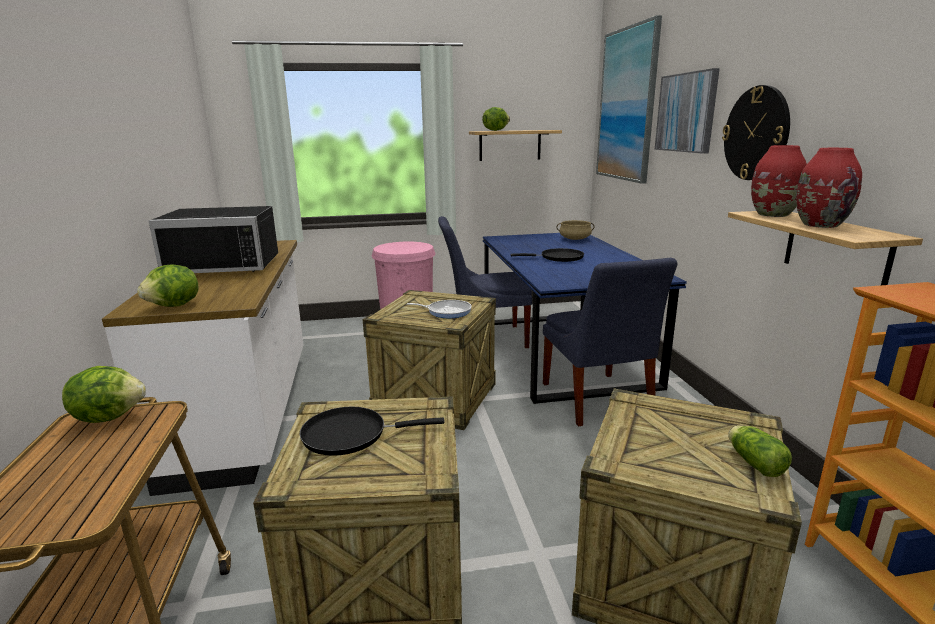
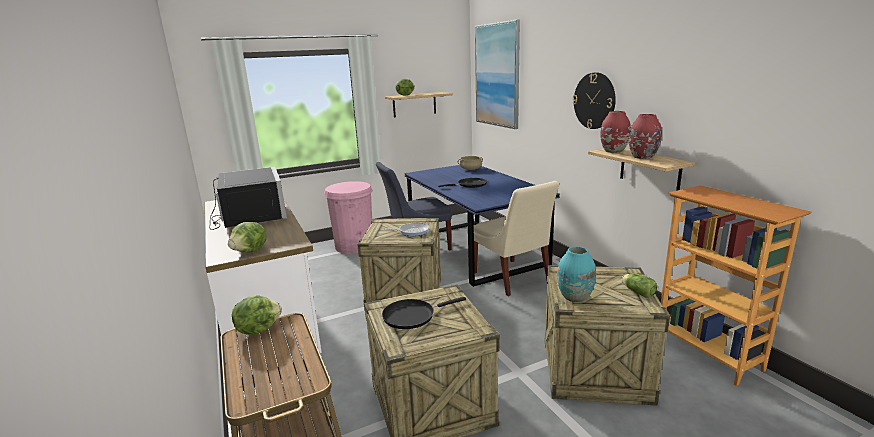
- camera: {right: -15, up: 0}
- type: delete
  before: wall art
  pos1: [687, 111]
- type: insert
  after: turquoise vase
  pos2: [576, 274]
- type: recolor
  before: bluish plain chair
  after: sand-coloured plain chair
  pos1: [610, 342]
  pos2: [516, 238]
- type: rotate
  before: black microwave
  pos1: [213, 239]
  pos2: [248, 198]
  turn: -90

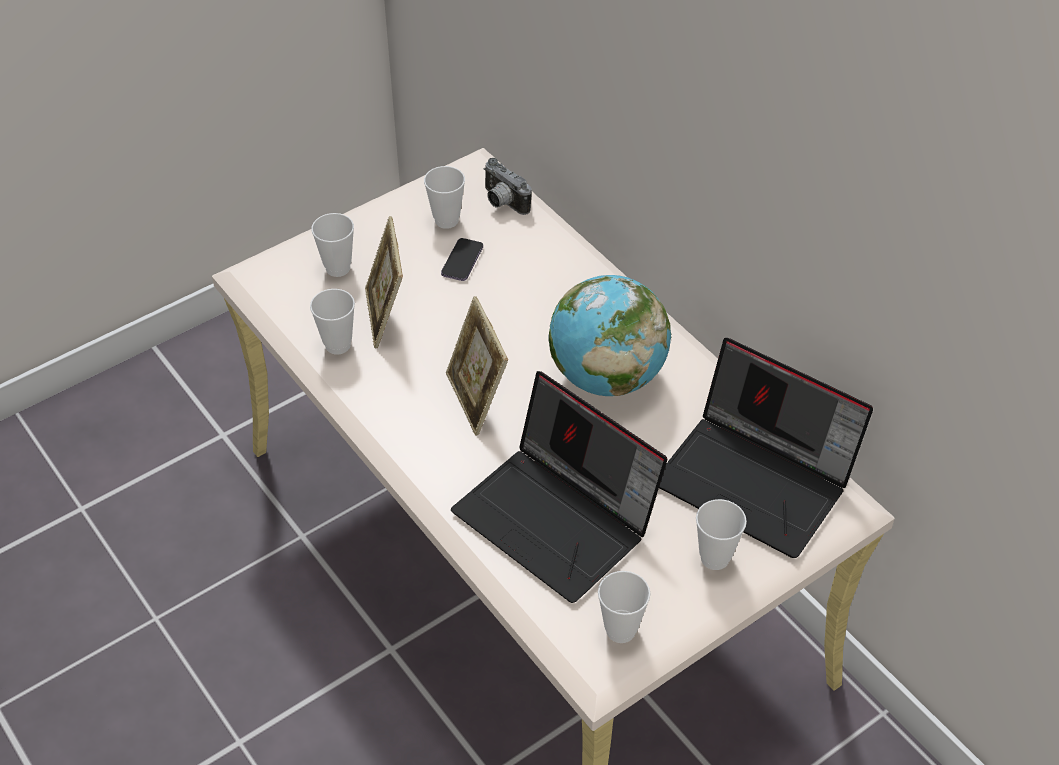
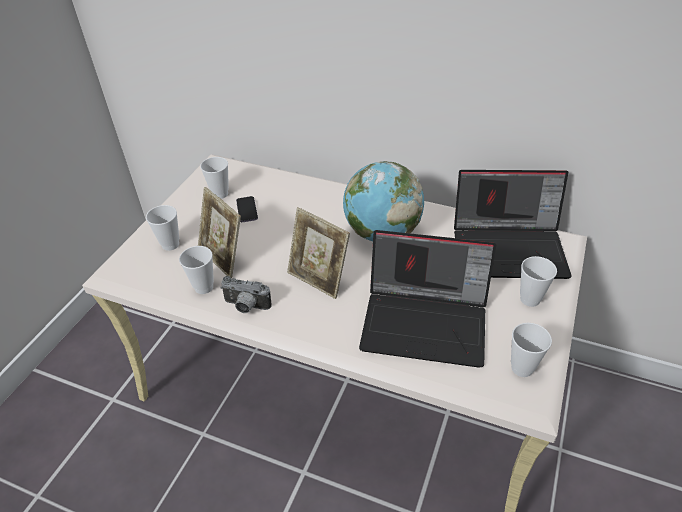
- camera: {right: -30, up: -5}
- type: move
  before: photo camera
  pos1: [508, 186]
  pos2: [246, 294]

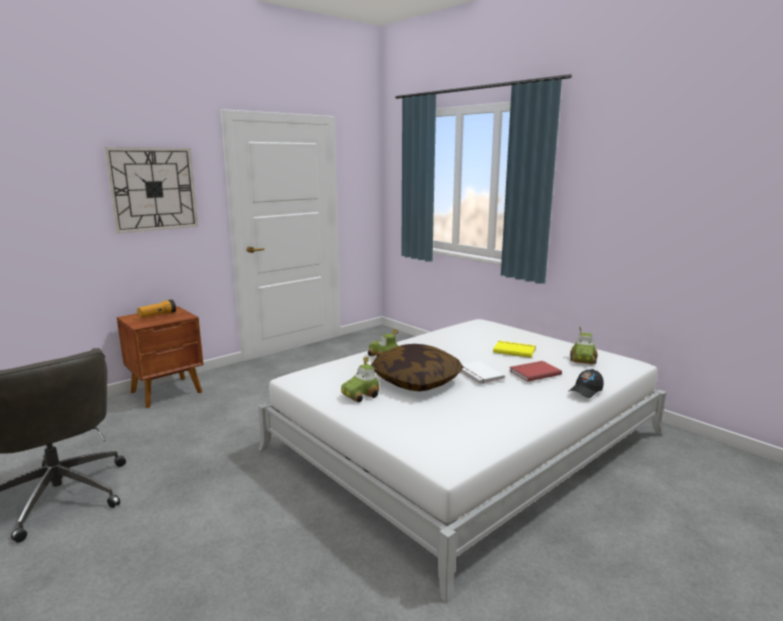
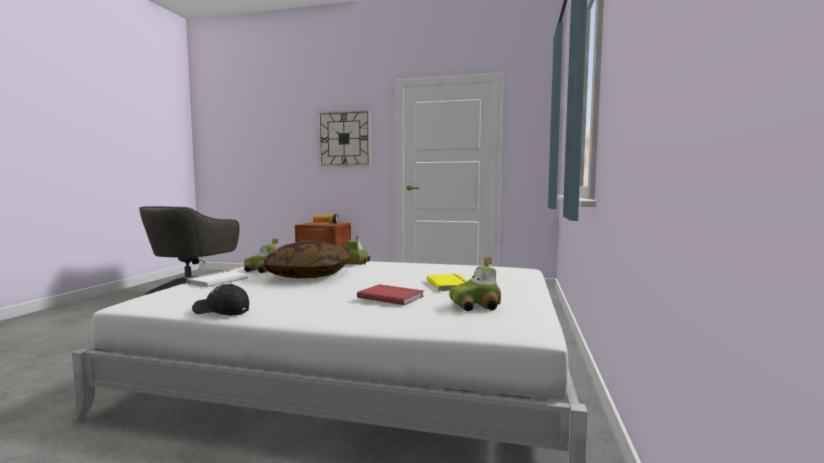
- camera: {right: 55, up: -10}
- type: move
  before: whitish volume
  pos1: [482, 373]
  pos2: [217, 279]
- type: move
  before: black cap
  pos1: [586, 383]
  pos2: [220, 300]

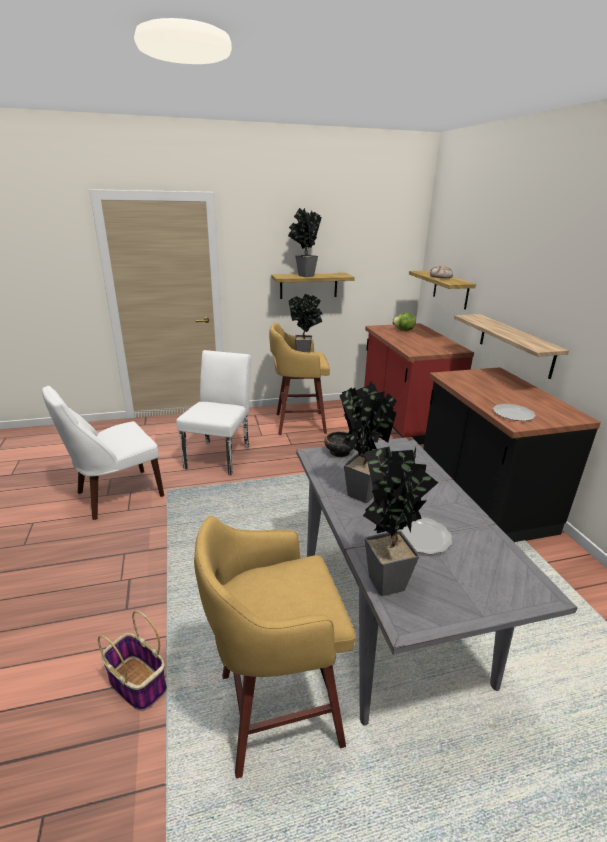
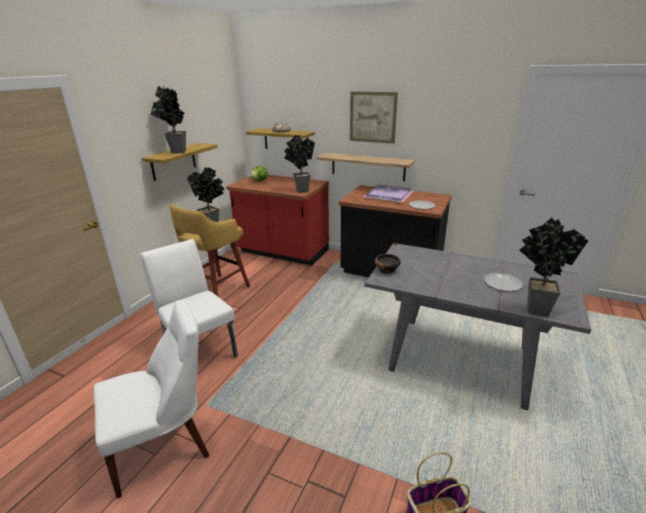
- camera: {right: -50, up: 0}
- type: delete
  before: yellow-coloured sitting stool
  pos1: [275, 647]
- type: insert
  after: wall art
  pos2: [374, 117]
- type: insert
  after: purplish carrying tray
  pos2: [388, 194]
- type: move
  before: potted plant
  pos1: [368, 442]
  pos2: [299, 164]
- type: rotate
  before: whitish plain chair
  pos1: [103, 453]
  pos2: [151, 399]
  turn: -120

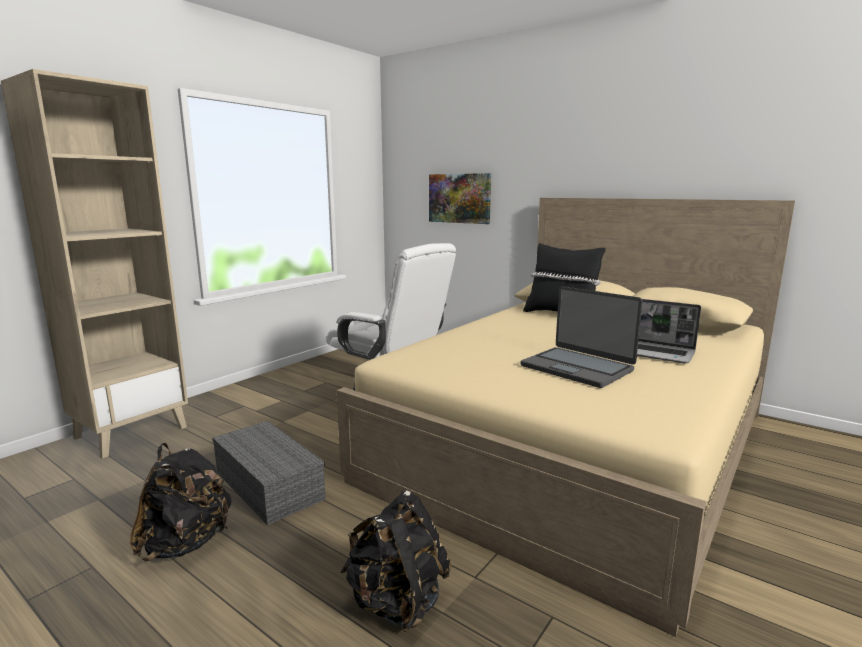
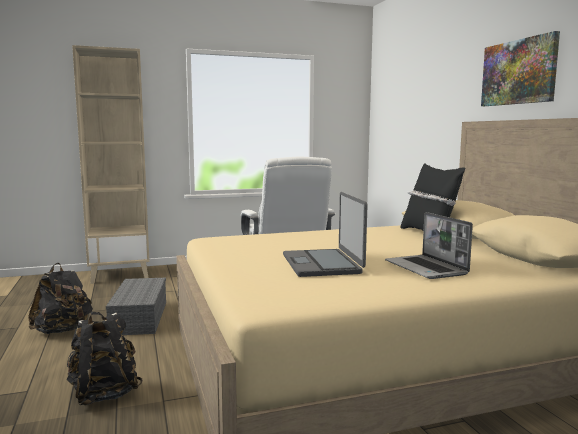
- camera: {right: 35, up: -5}
- type: move
  before: wall art
  pos1: [460, 198]
  pos2: [520, 68]

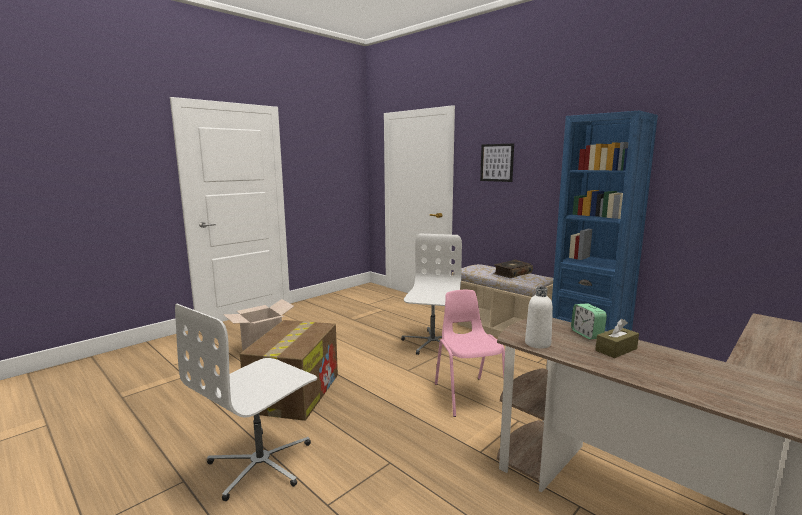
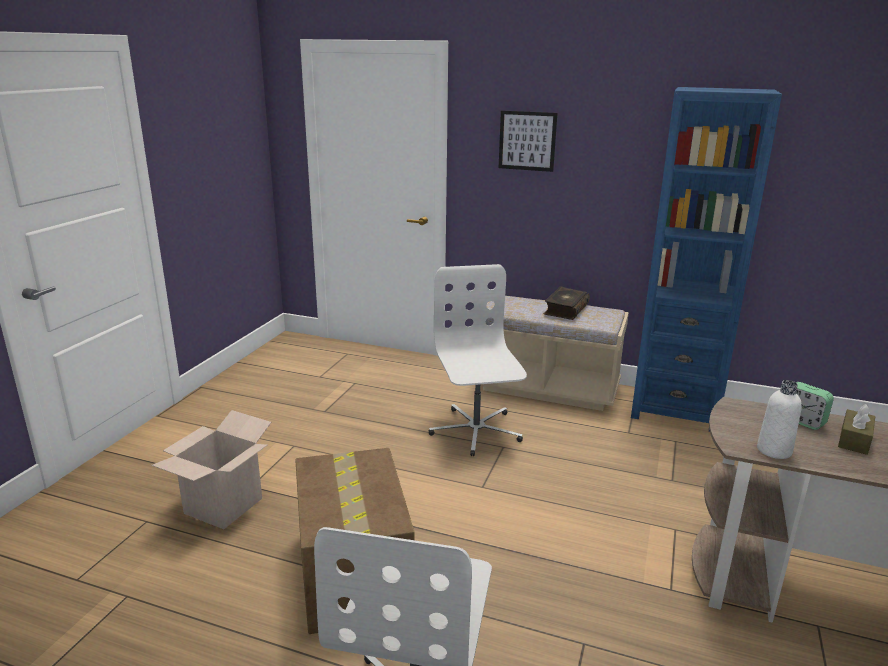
- camera: {right: -25, up: 10}
- type: delete
  before: pink plain chair
  pos1: [470, 353]

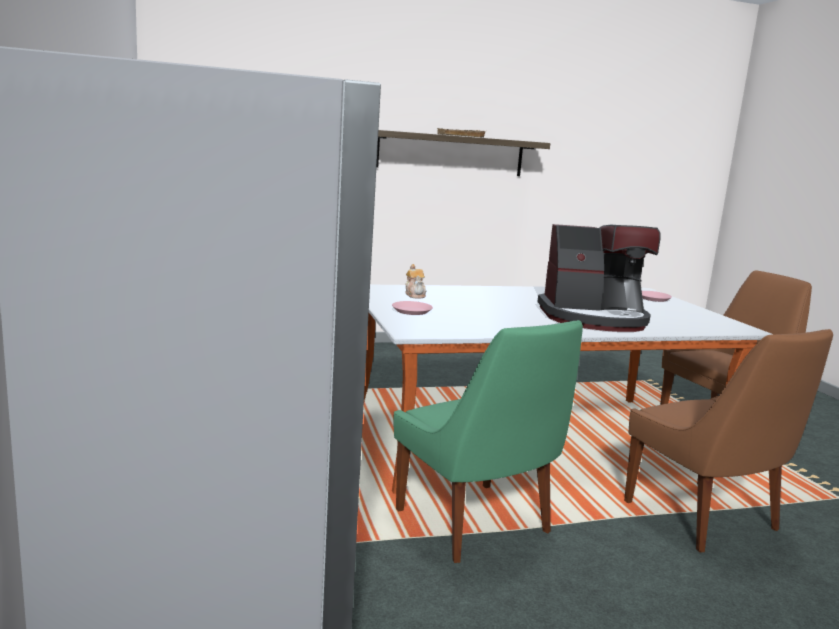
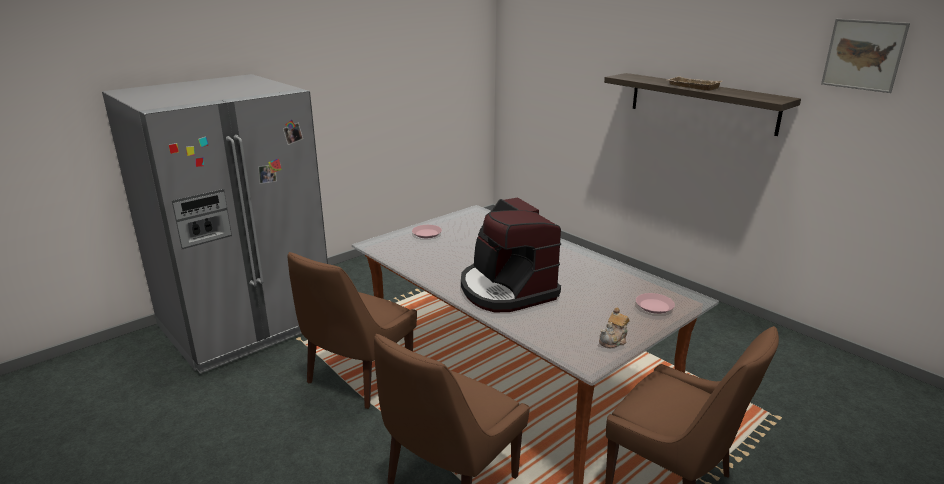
- camera: {right: 65, up: 10}
- type: insert
  after: wall art
  pos2: [865, 56]
- type: move
  before: pot for tea
  pos1: [416, 281]
  pos2: [614, 327]
- type: recolor
  before: green-coloured plain chair
  after: brownish plain chair
  pos1: [488, 441]
  pos2: [352, 330]

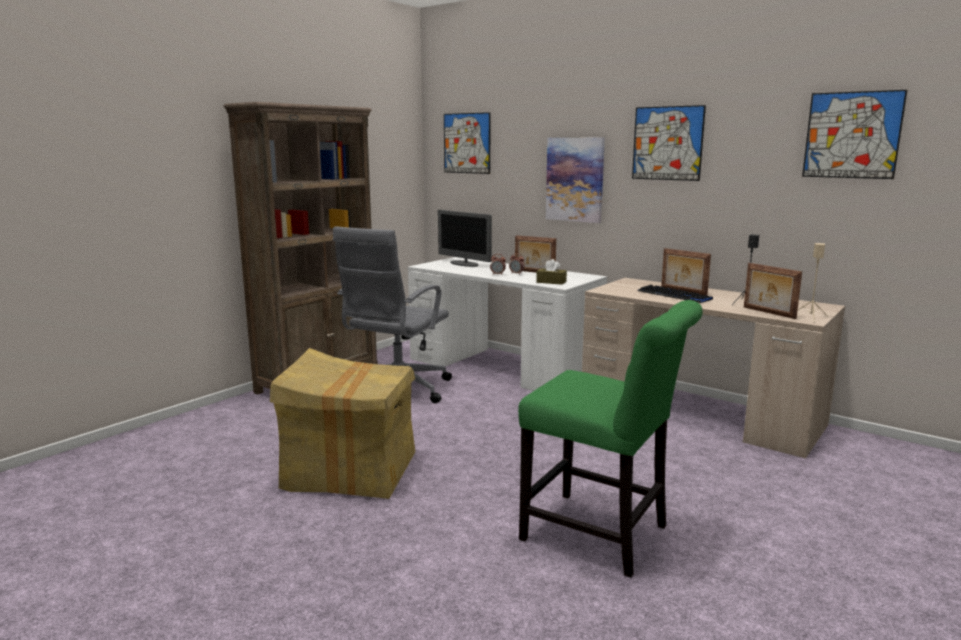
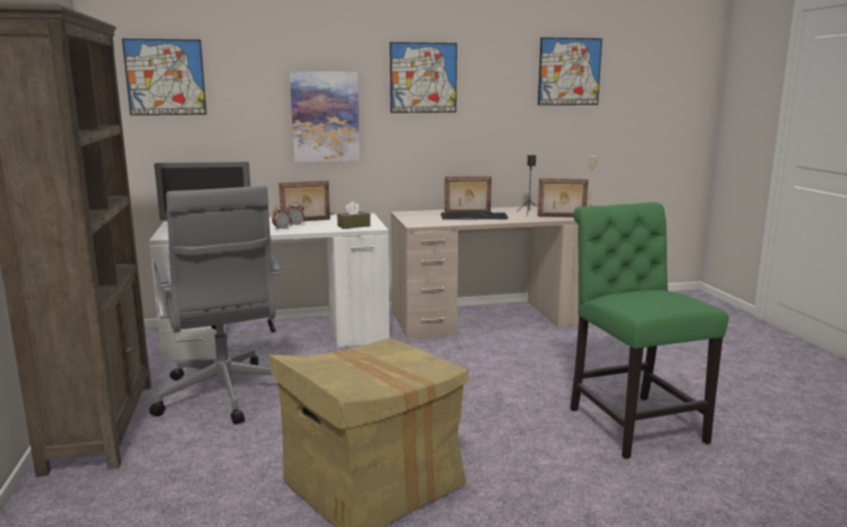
- camera: {right: -50, up: 0}
- type: rotate
  before: green-coloured plain chair
  pos1: [610, 438]
  pos2: [649, 330]
  turn: -90

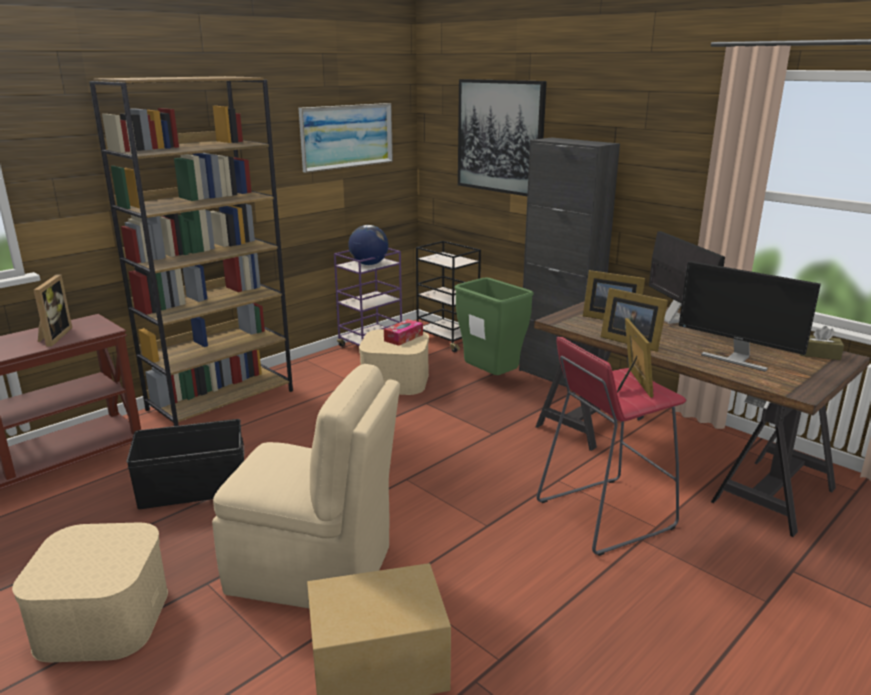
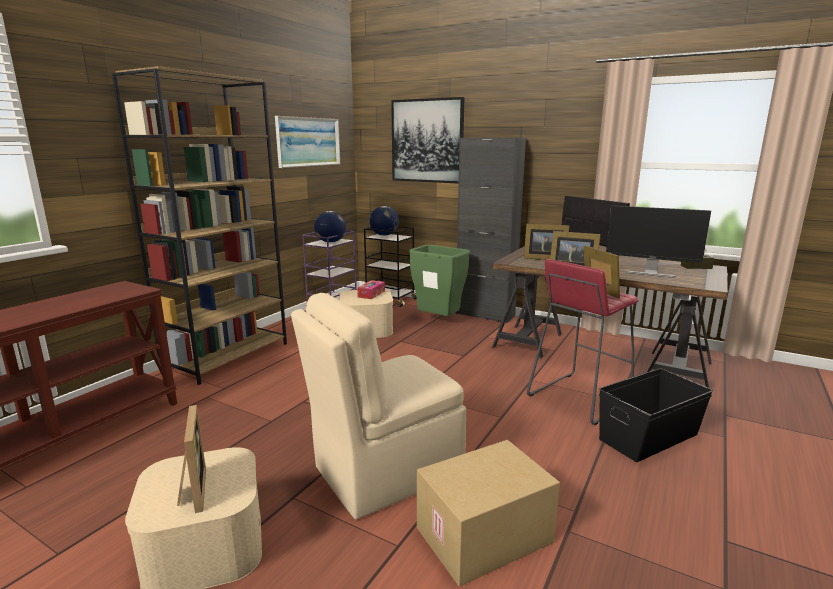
- camera: {right: -15, up: -5}
- type: insert
  after: desk globe
  pos2: [384, 221]
- type: move
  before: standing frame
  pos1: [53, 311]
  pos2: [191, 459]
- type: move
  before: black storage box
  pos1: [185, 464]
  pos2: [656, 415]
- type: rotate
  before: sand-coloured plain chair
  pos1: [306, 486]
  pos2: [378, 406]
  turn: 150

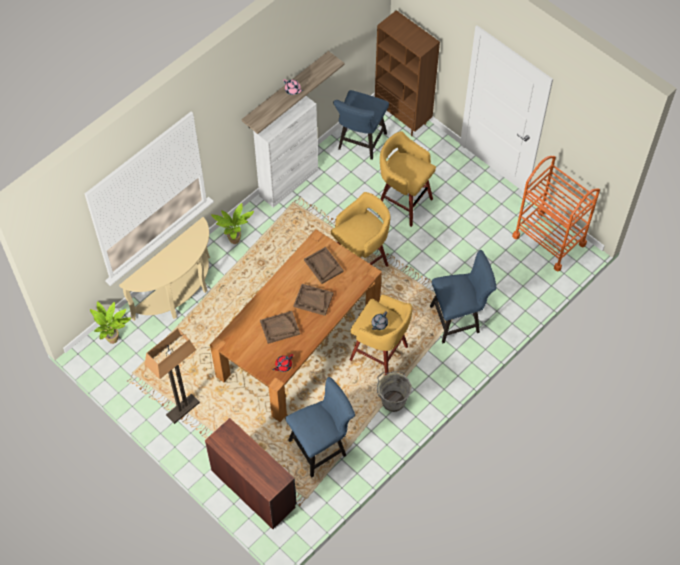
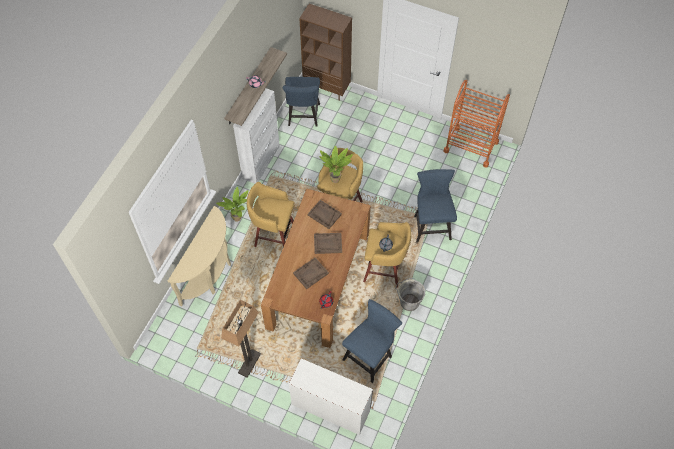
- camera: {right: -20, up: 0}
- type: move
  before: potted plant
  pos1: [110, 322]
  pos2: [336, 164]
- type: move
  before: yellow-coloured sitting stool
  pos1: [408, 179]
  pos2: [270, 214]
- type: recolor
  before: brownish desk unit
  after: whitish desk unit
  pos1: [251, 473]
  pos2: [331, 396]
- type: rotate
  before: bluish plain chair
  pos1: [463, 296]
  pos2: [435, 206]
  turn: -60

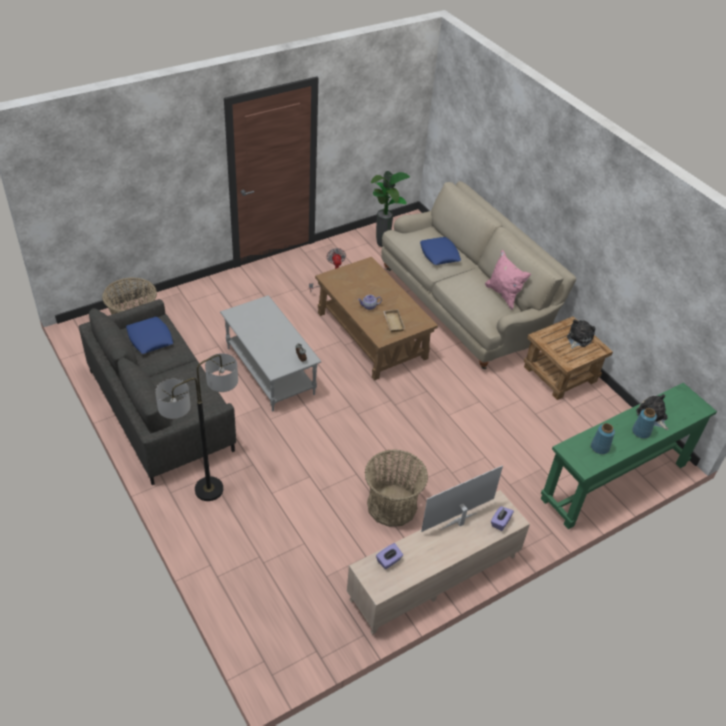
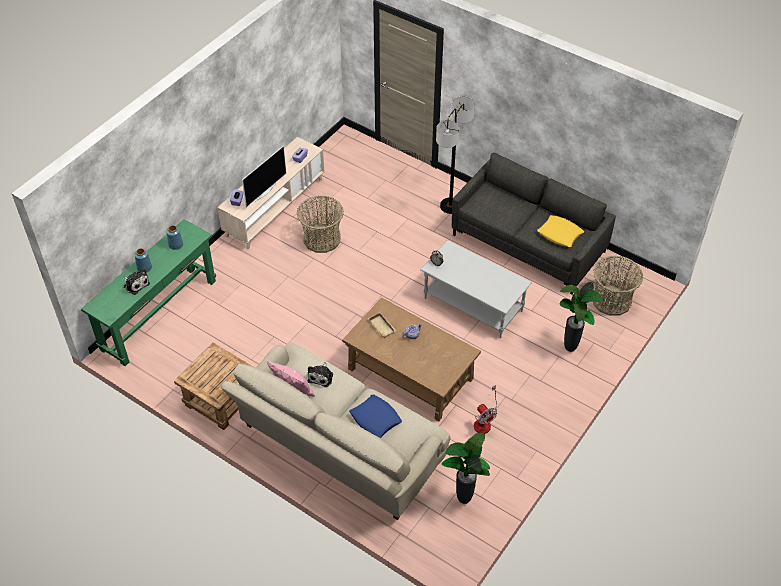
- camera: {right: 160, up: 5}
- type: insert
  after: potted plant
  pos2: [581, 317]
- type: move
  before: soft toy
  pos1: [581, 334]
  pos2: [320, 374]
- type: recolor
  before: bluish throw pillow
  after: yellow-coloured throw pillow
  pos1: [149, 335]
  pos2: [560, 231]

